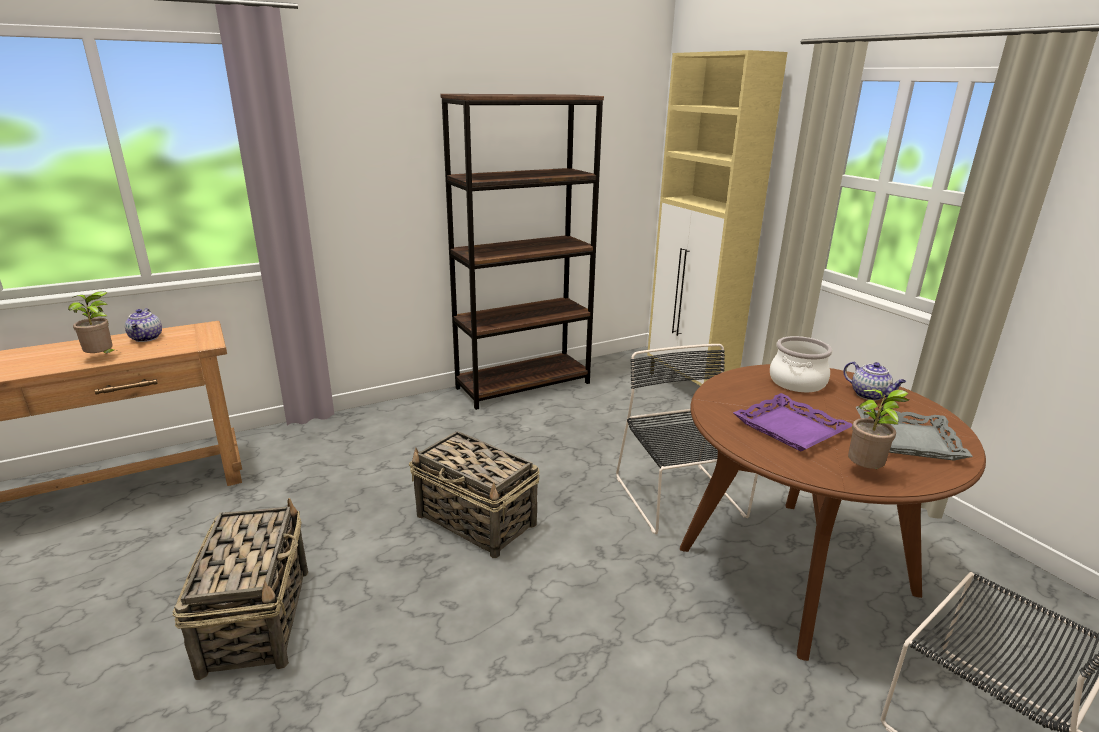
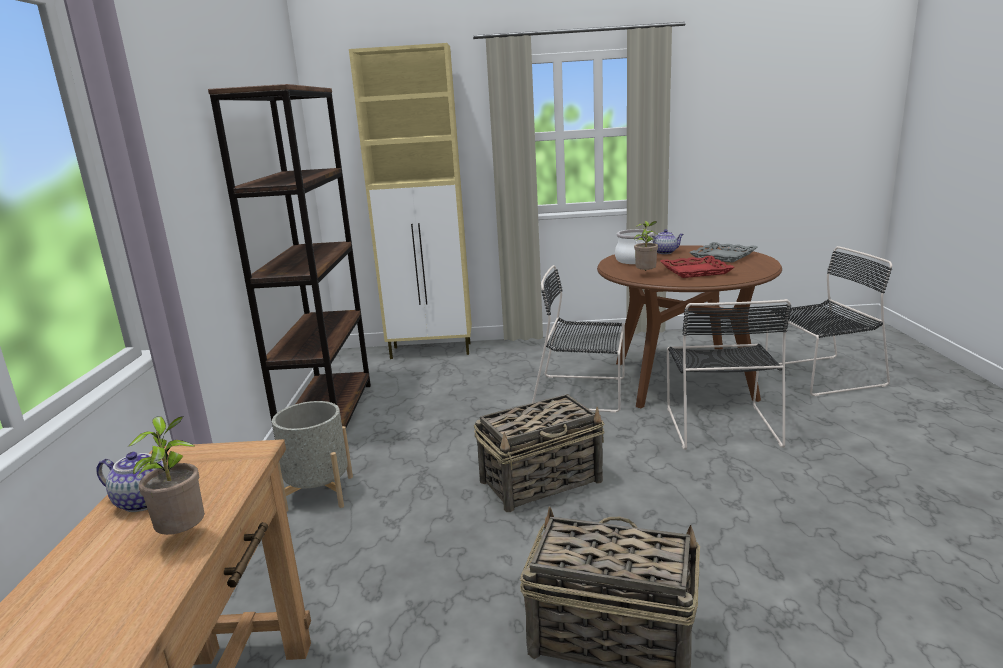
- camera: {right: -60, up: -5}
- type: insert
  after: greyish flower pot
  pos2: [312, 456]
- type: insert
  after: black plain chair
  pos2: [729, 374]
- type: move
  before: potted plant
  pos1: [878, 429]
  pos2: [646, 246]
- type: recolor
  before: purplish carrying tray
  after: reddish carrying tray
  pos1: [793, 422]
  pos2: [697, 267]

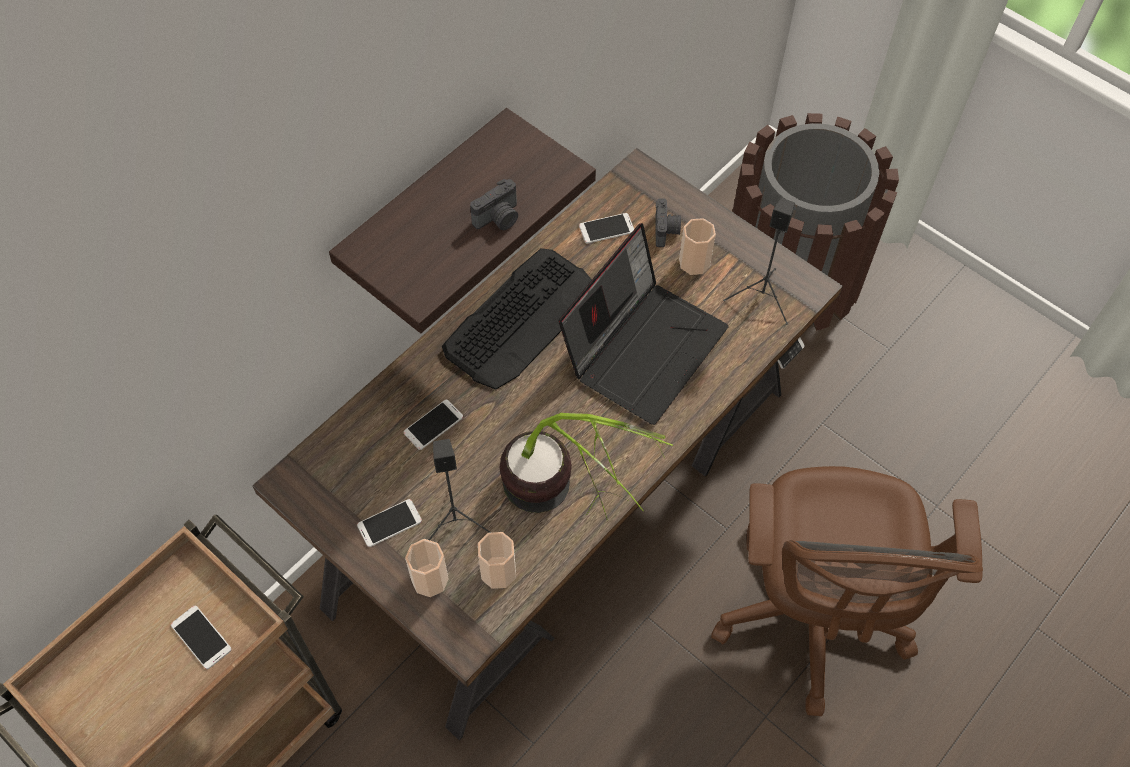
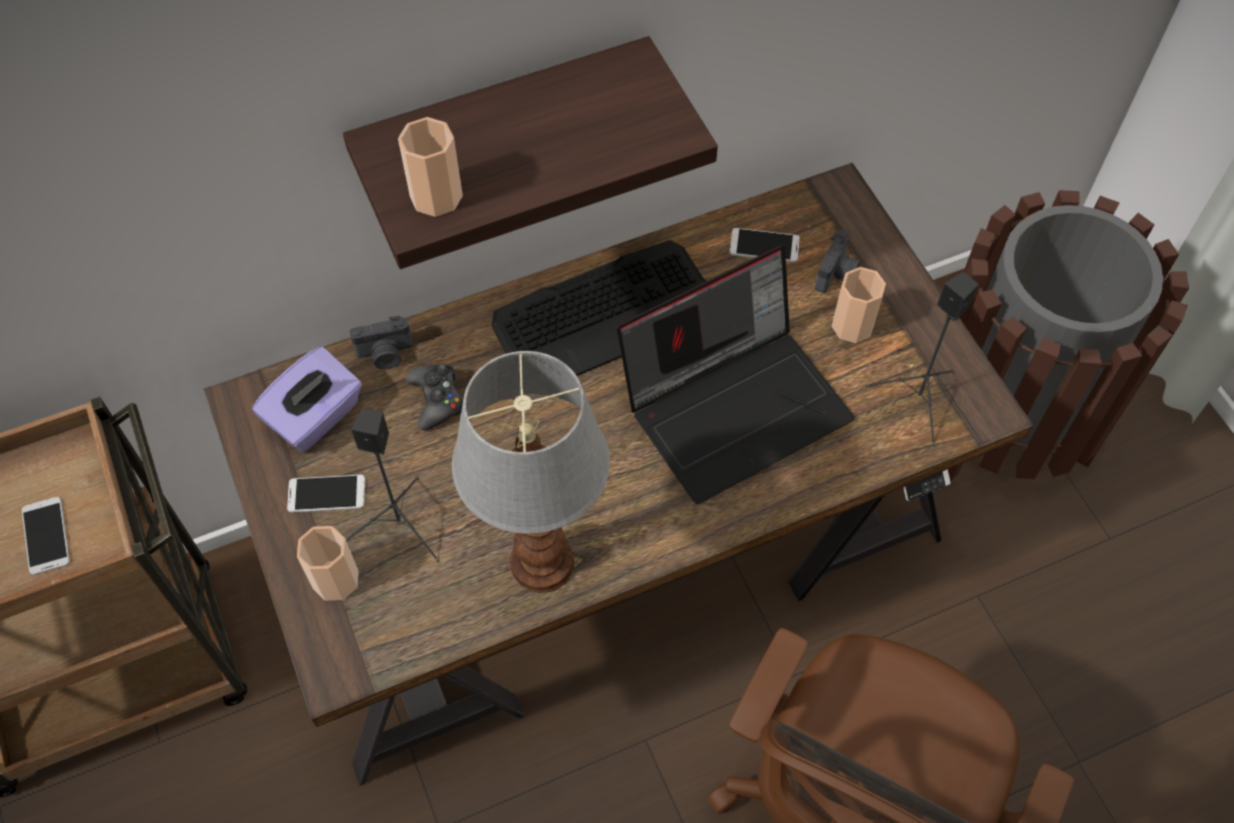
- camera: {right: 25, up: 0}
- type: insert
  after: purplish tissue box
  pos2: [307, 399]
- type: move
  before: photo camera
  pos1: [494, 204]
  pos2: [381, 342]
- type: move
  before: drinking cup
  pos1: [497, 560]
  pos2: [430, 167]
- type: replace
  before: telephone
  after: black gamepad
  pos1: [433, 425]
  pos2: [434, 396]
- type: replace
  before: potted plant
  after: table lamp
  pos1: [586, 466]
  pos2: [531, 472]

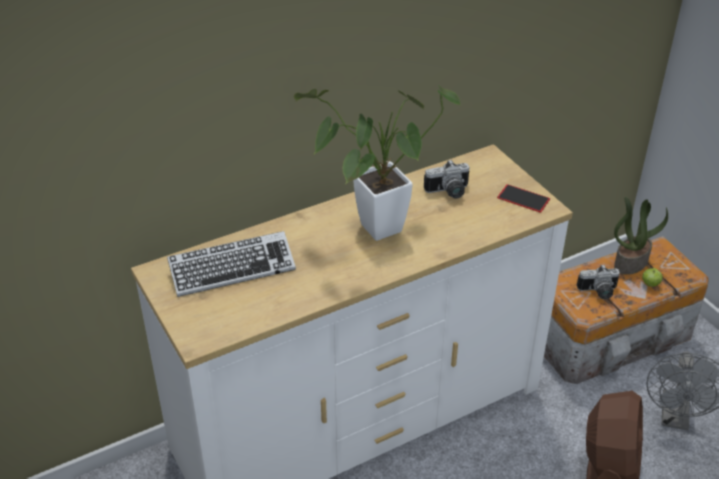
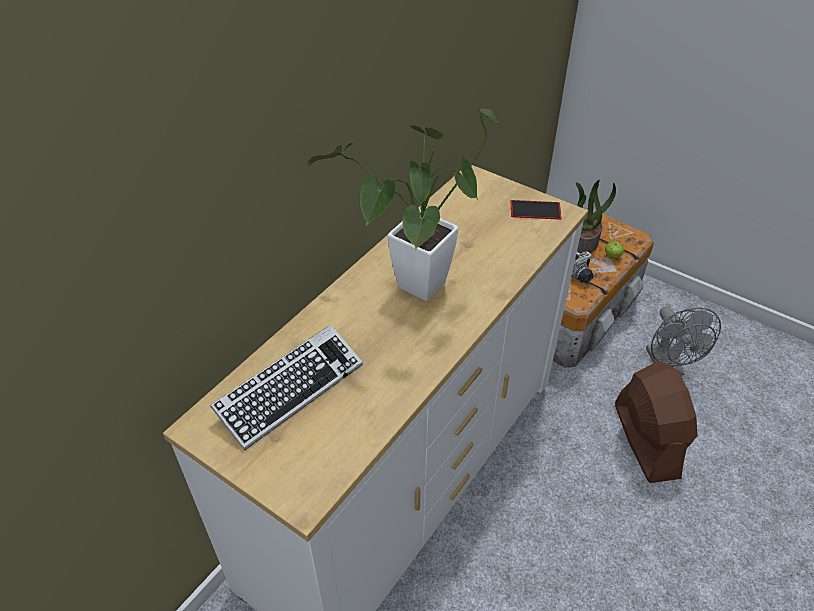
- camera: {right: -25, up: 5}
- type: delete
  before: photo camera
  pos1: [447, 179]

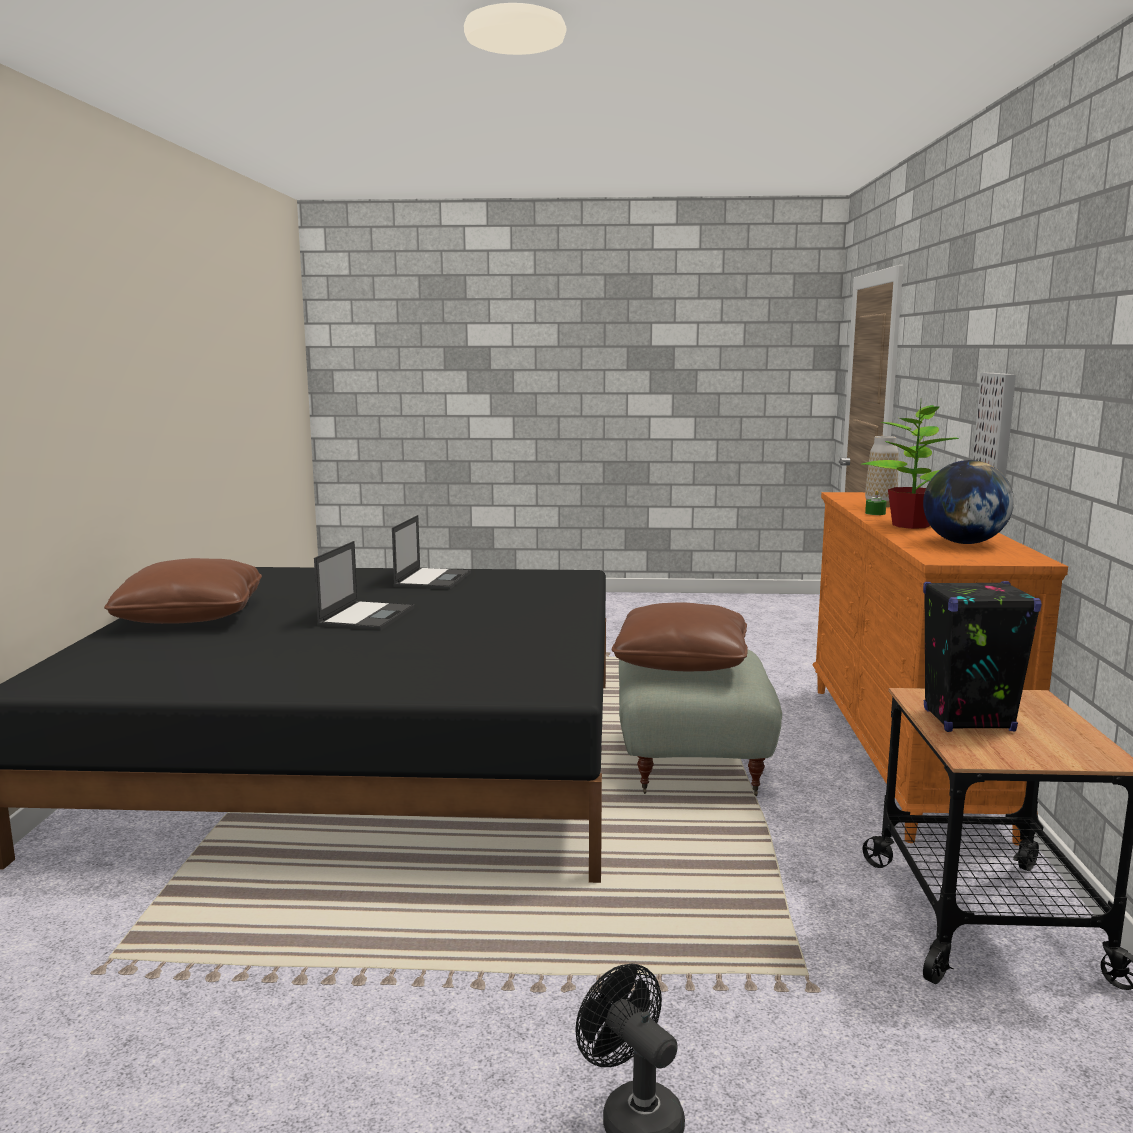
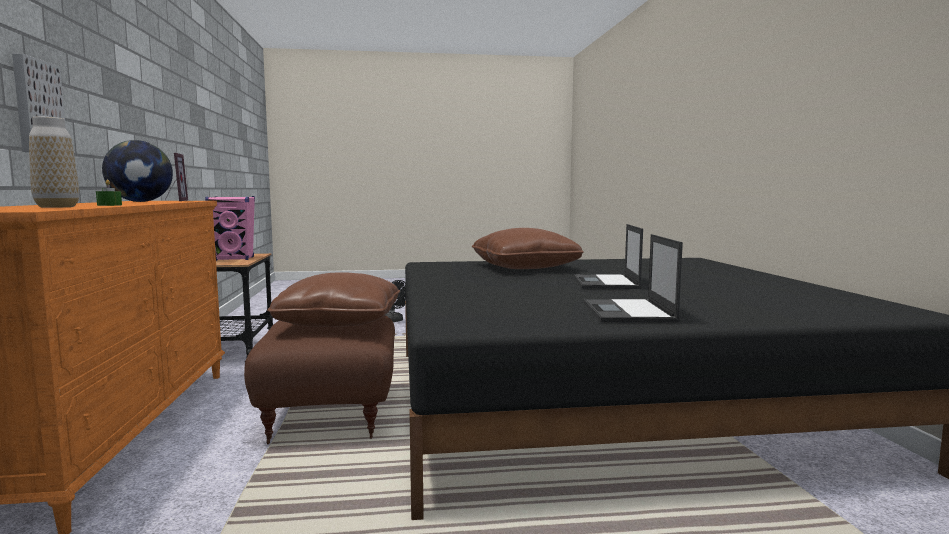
- camera: {right: 170, up: -5}
- type: delete
  before: potted plant
  pos1: [910, 466]
- type: insert
  after: standing frame
  pos2: [176, 177]
- type: move
  before: brownish throw pillow
  pos1: [183, 591]
  pos2: [528, 248]
- type: recolor
  before: greyish footrest
  after: brownish footrest
  pos1: [700, 723]
  pos2: [319, 379]
- type: recolor
  before: black speaker
  after: pink speaker
  pos1: [982, 656]
  pos2: [230, 228]

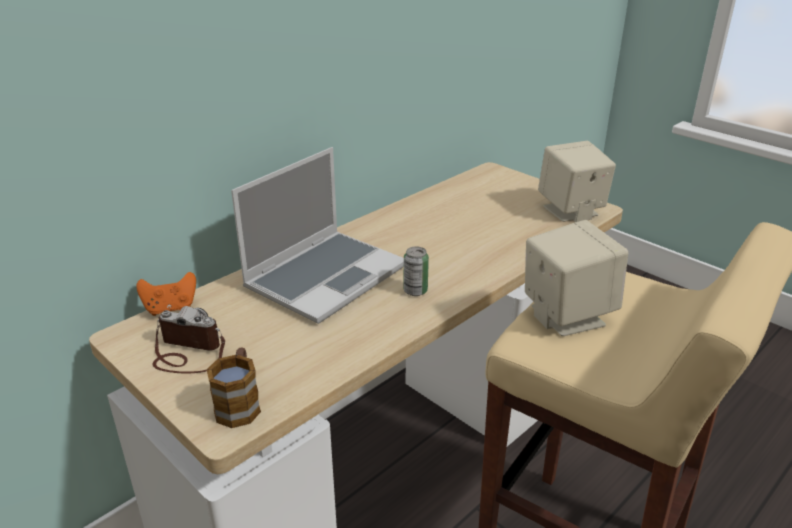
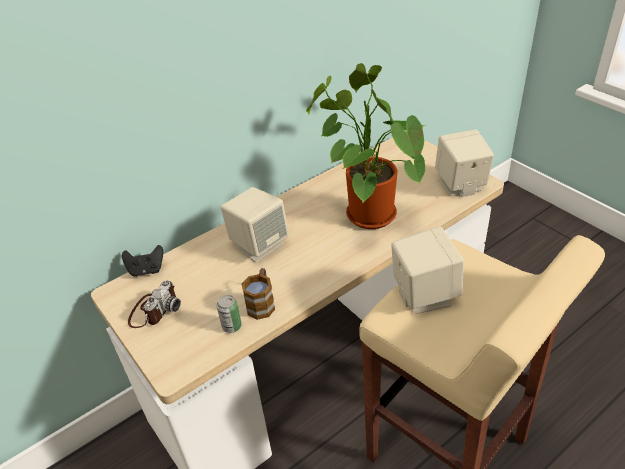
- camera: {right: 10, up: 10}
- type: insert
  after: potted plant
  pos2: [366, 146]
- type: move
  before: mug
  pos1: [234, 388]
  pos2: [258, 294]
- type: move
  before: sealed can
  pos1: [416, 271]
  pos2: [229, 314]
- type: replace
  before: notebook computer
  after: sand-coloured speaker
  pos1: [317, 235]
  pos2: [255, 224]
- type: recolor
  before: orange gamepad
  after: black gamepad
  pos1: [166, 294]
  pos2: [142, 261]
- type: rotate
  before: photo camera
  pos1: [189, 339]
  pos2: [154, 304]
  turn: 90

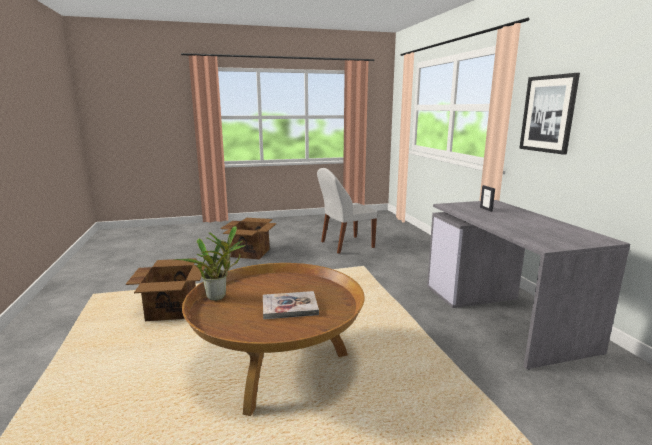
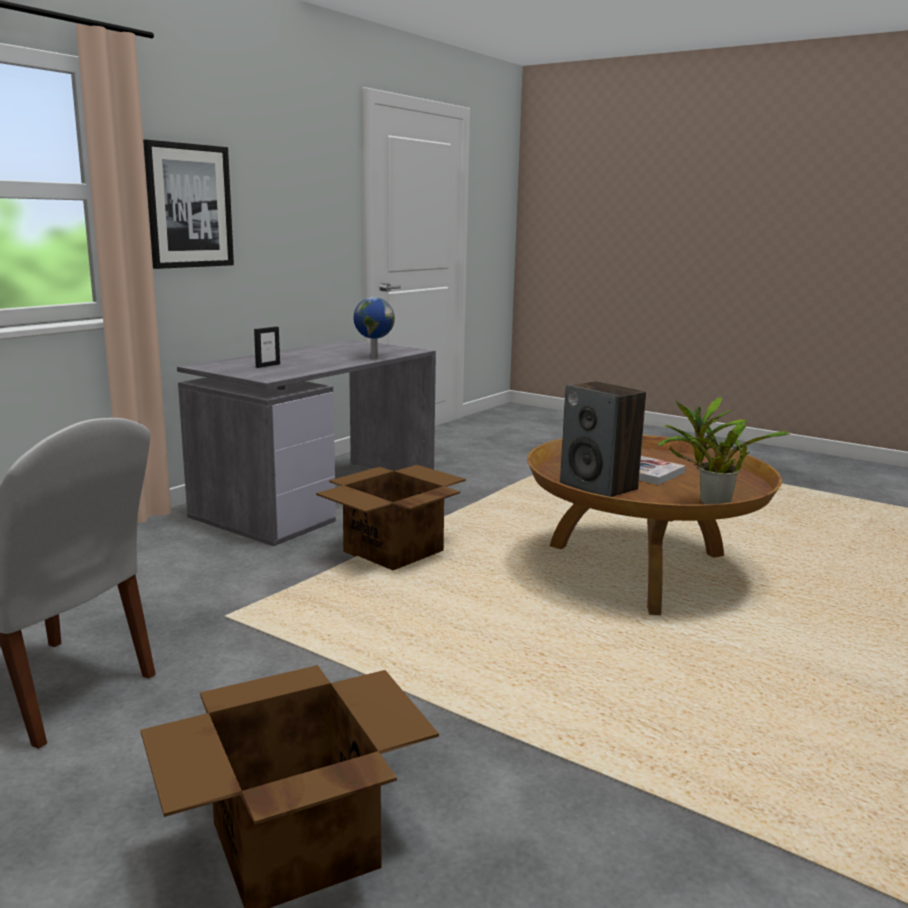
- camera: {right: -130, up: 0}
- type: insert
  after: desk globe
  pos2: [374, 327]
- type: insert
  after: speaker
  pos2: [603, 439]
- type: move
  before: packing box
  pos1: [165, 289]
  pos2: [391, 517]

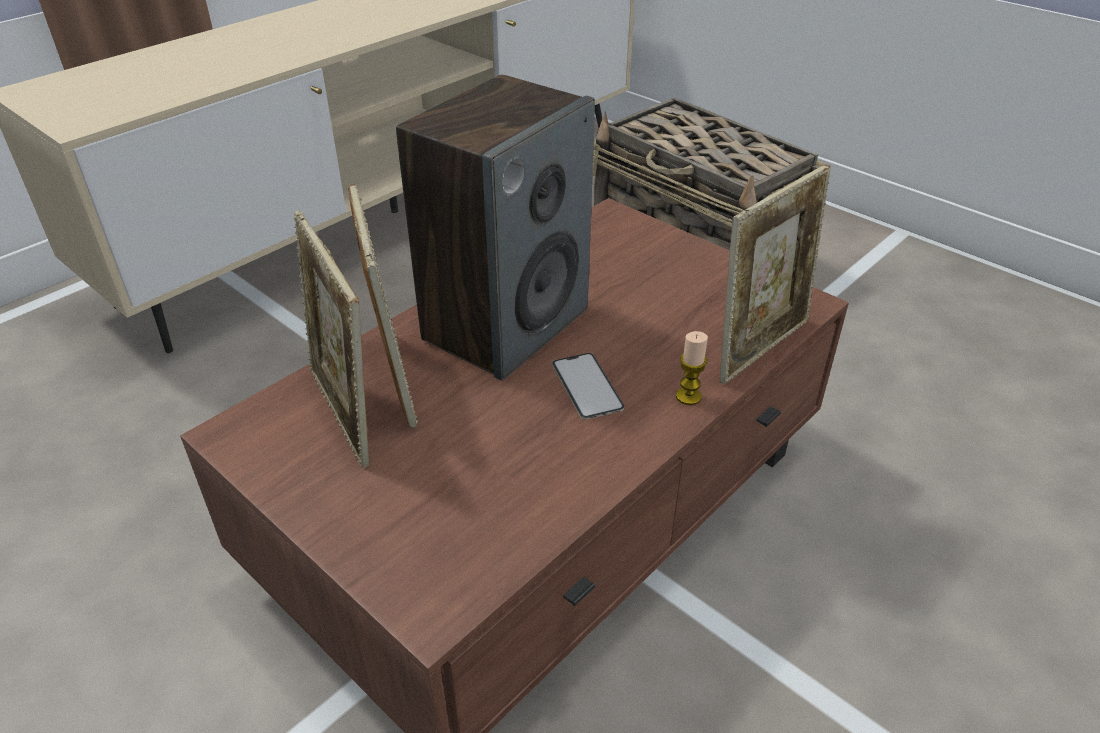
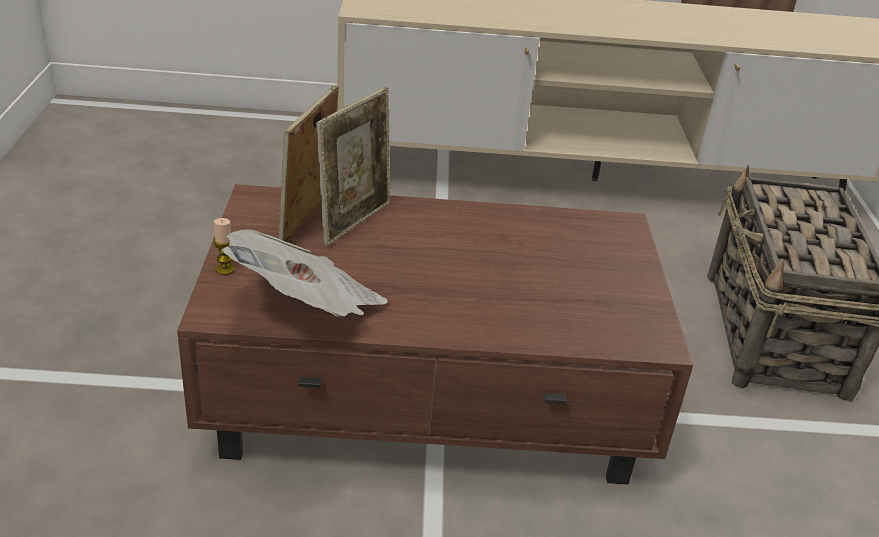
- camera: {right: 45, up: -5}
- type: delete
  before: speaker
  pos1: [495, 228]
- type: delete
  before: telephone
  pos1: [588, 386]
- type: delete
  before: standing frame
  pos1: [775, 274]
- type: insert
  after: newspaper
  pos2: [304, 273]
- type: move
  before: wax candle
  pos1: [692, 368]
  pos2: [224, 246]

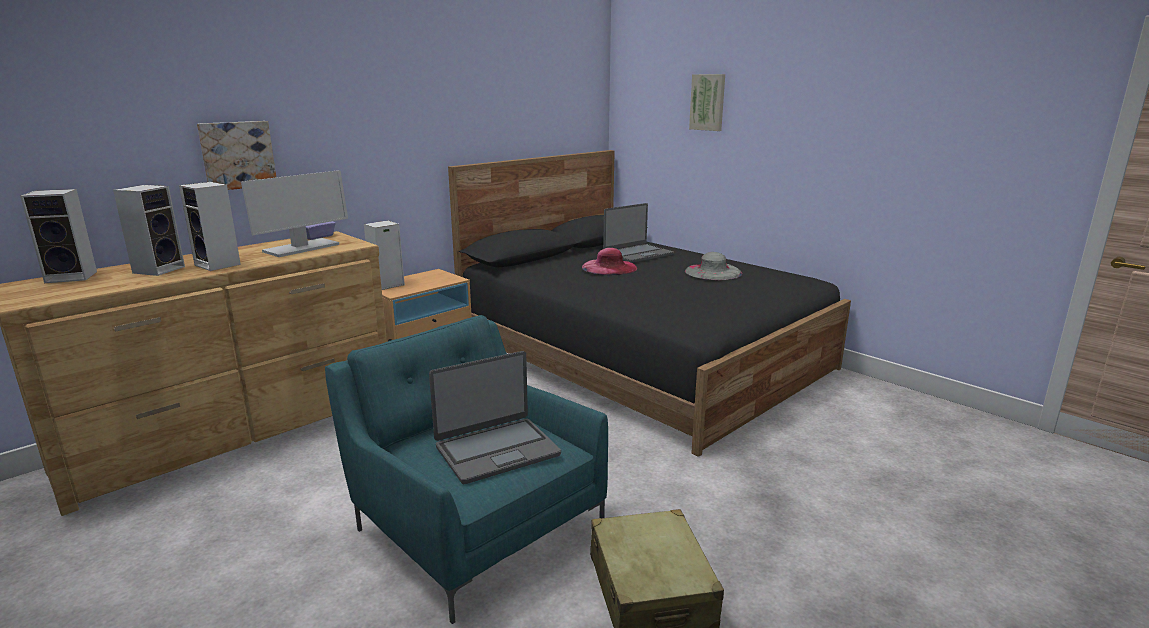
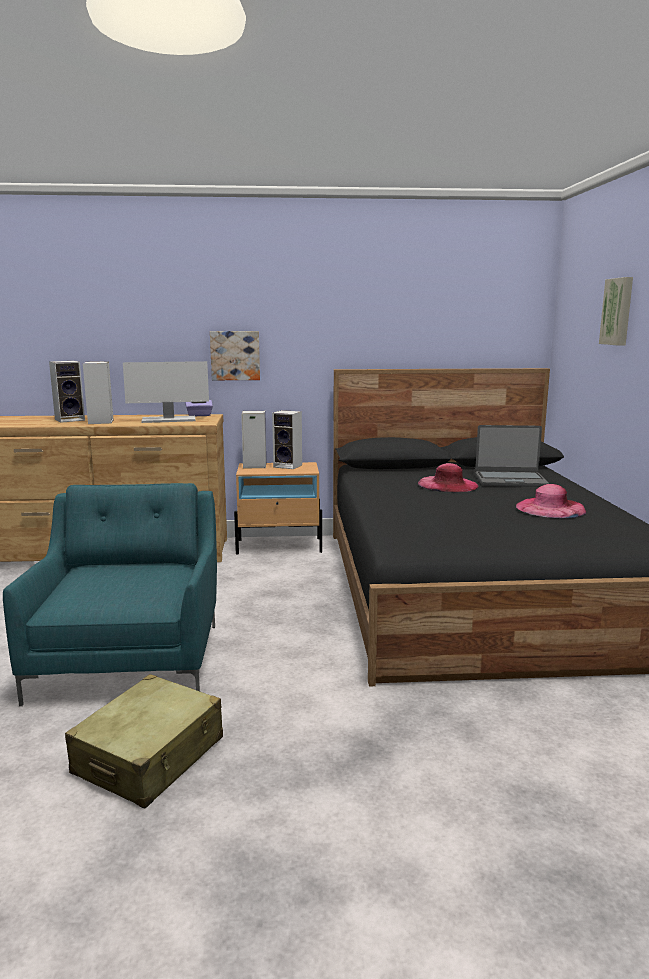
- camera: {right: 40, up: -5}
- type: delete
  before: notebook computer
  pos1: [495, 417]
- type: move
  before: speaker
  pos1: [58, 236]
  pos2: [287, 439]
- type: move
  before: wall art
  pos1: [236, 155]
  pos2: [235, 355]
- type: recolor
  before: greyish wearable hat
  after: pink wearable hat
  pos1: [713, 266]
  pos2: [551, 501]

